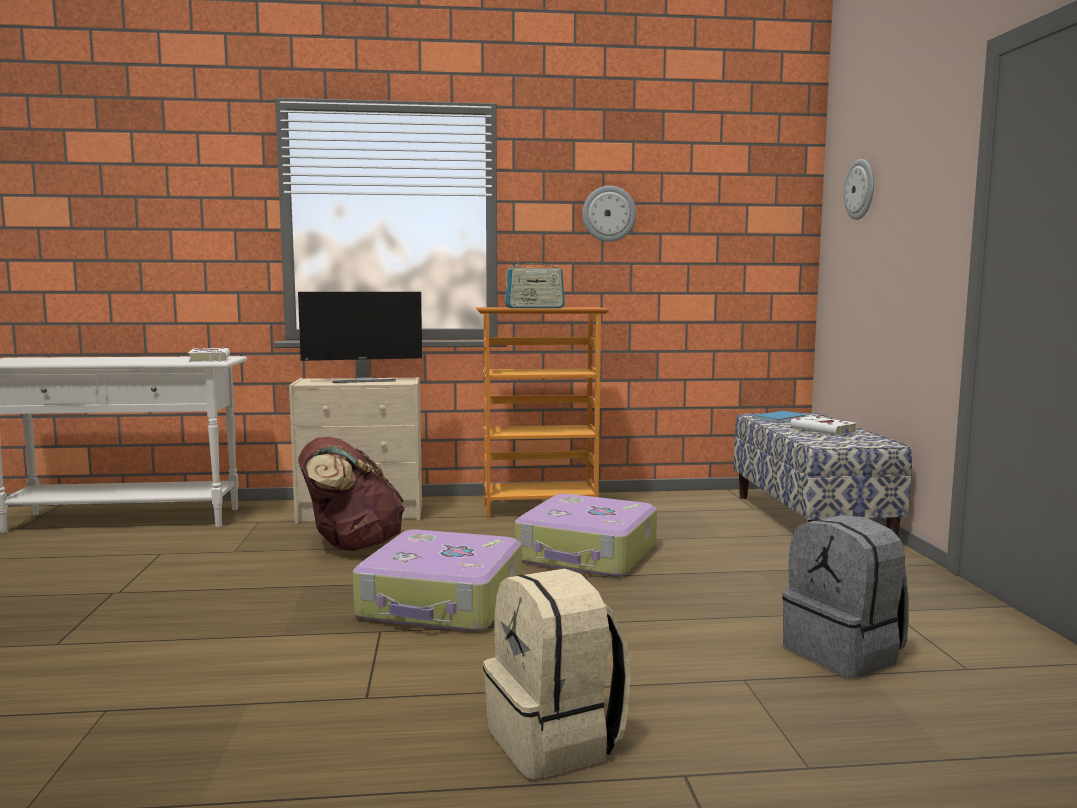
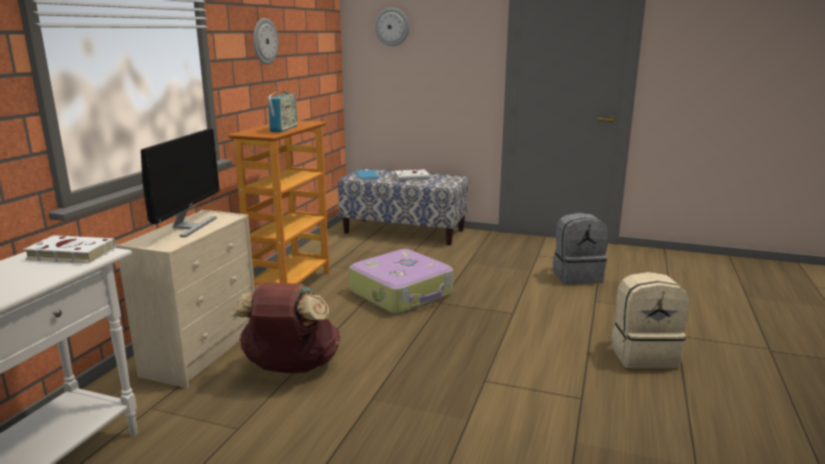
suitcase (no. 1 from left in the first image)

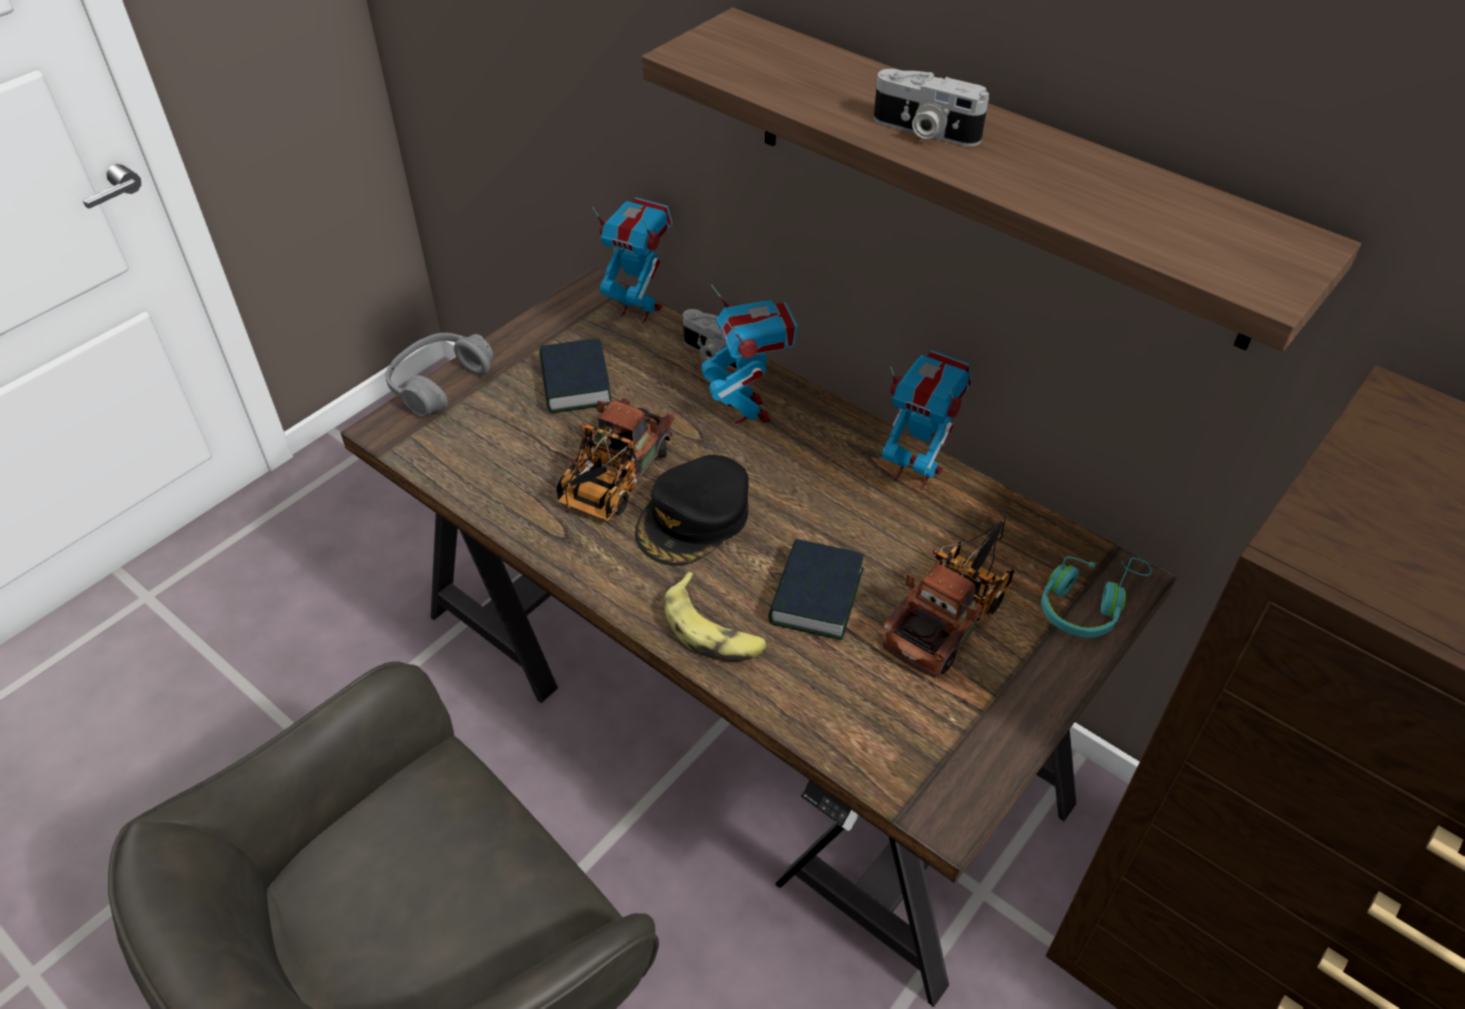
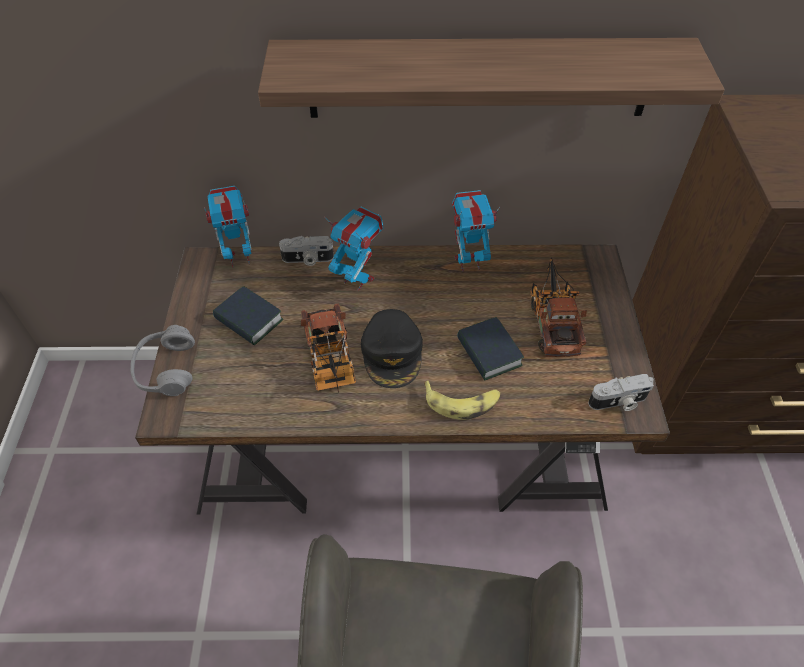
photo camera (no. 2 from left)
turquoise headphones

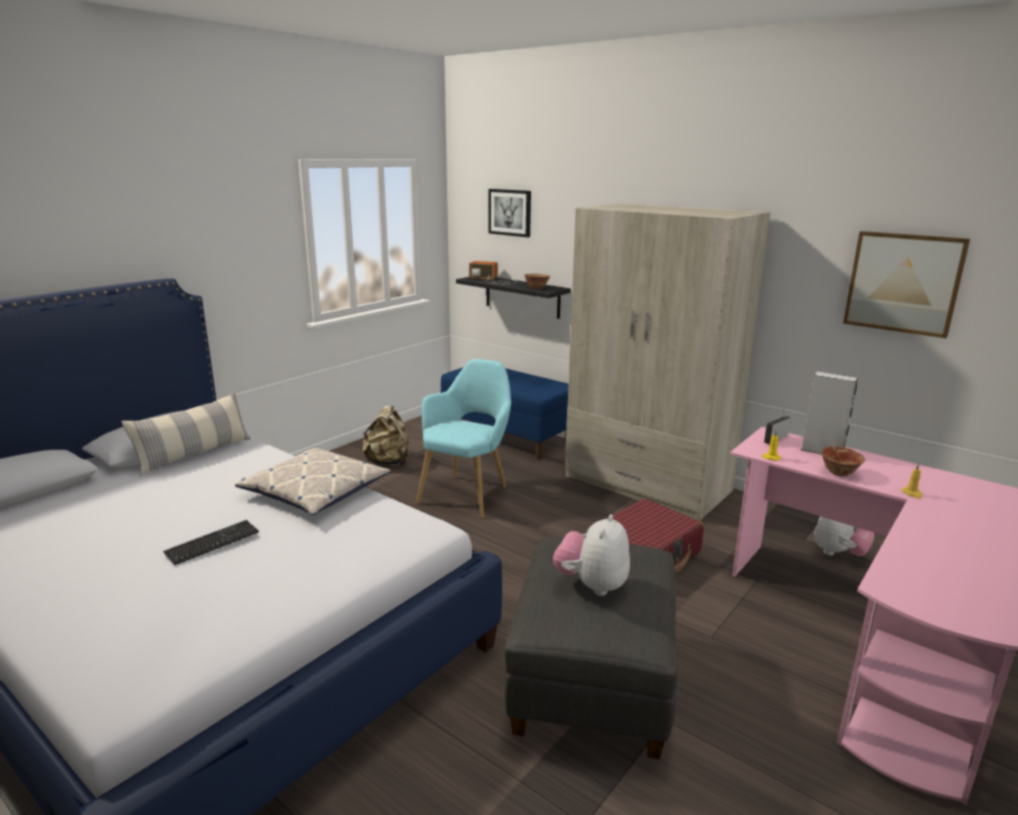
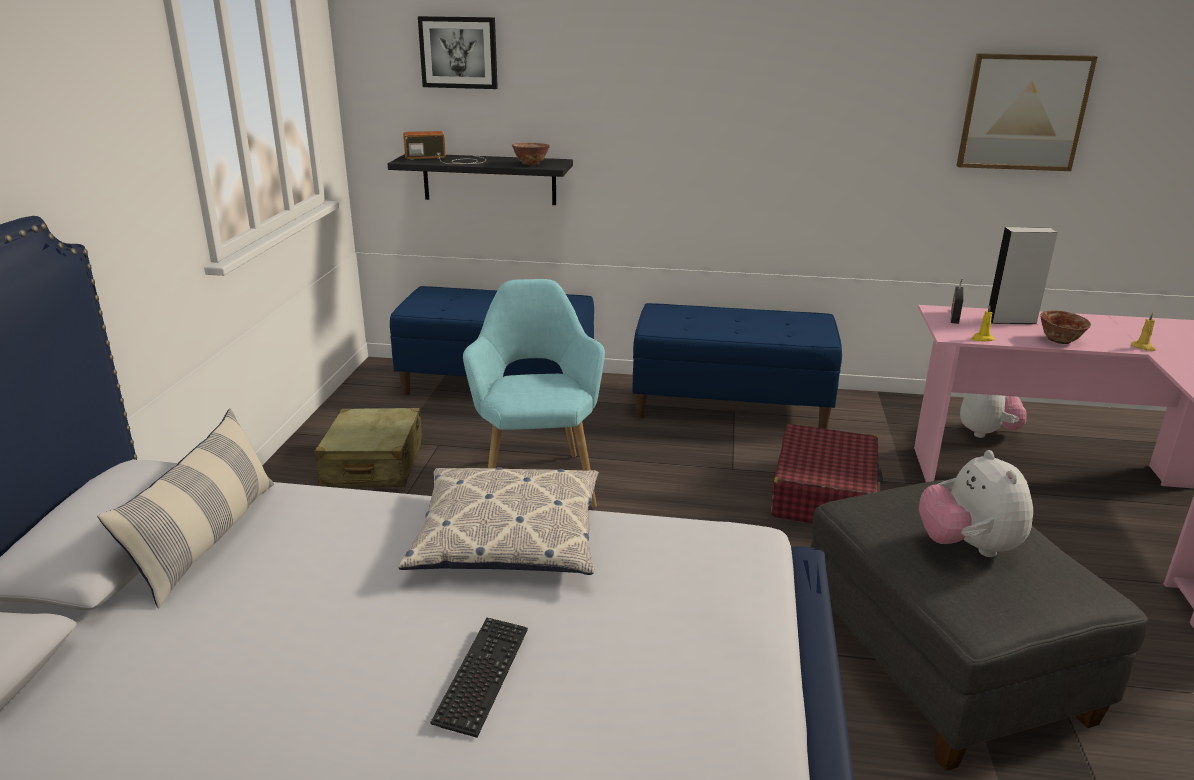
beige suitcase
blue bench (no. 2 from left)

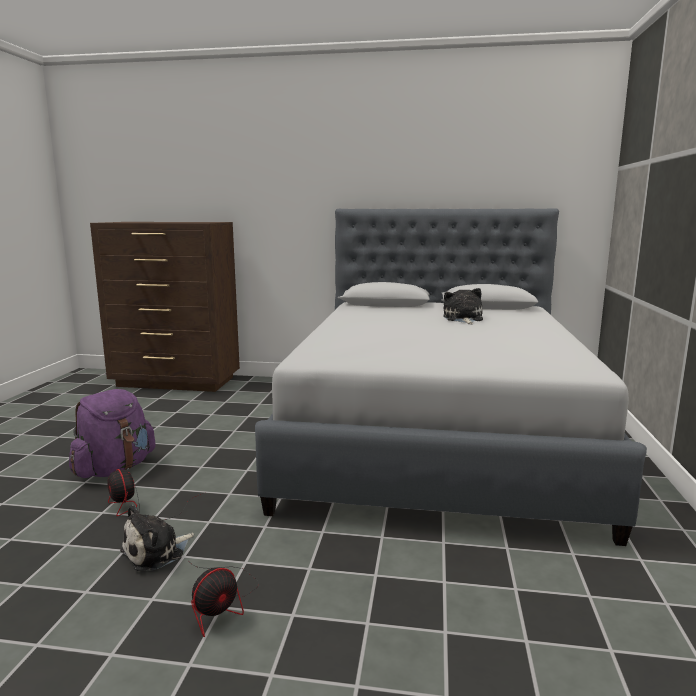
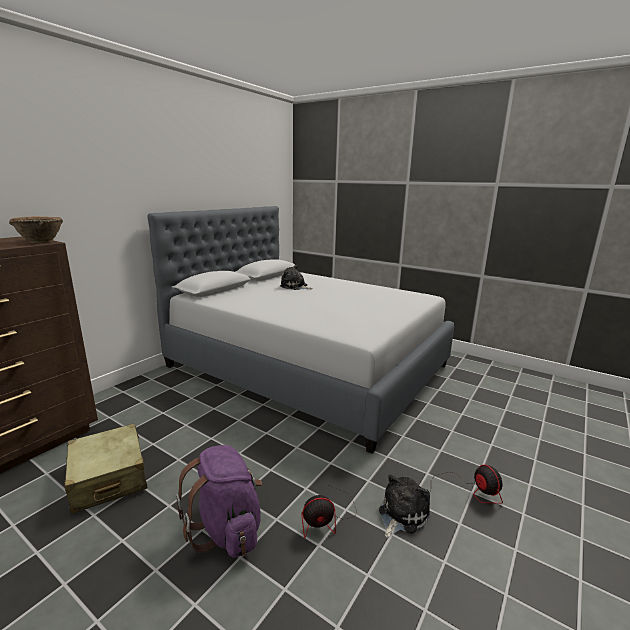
brown bowl
beige suitcase
plush toy (no. 2 from left)

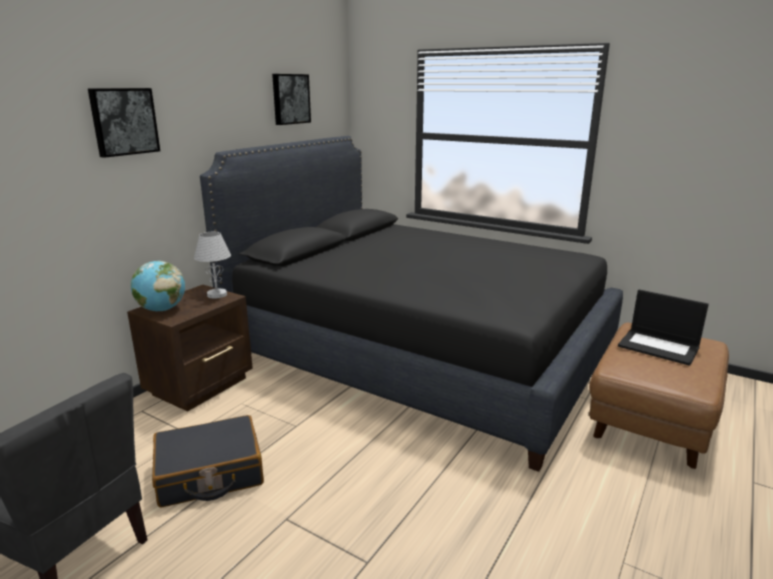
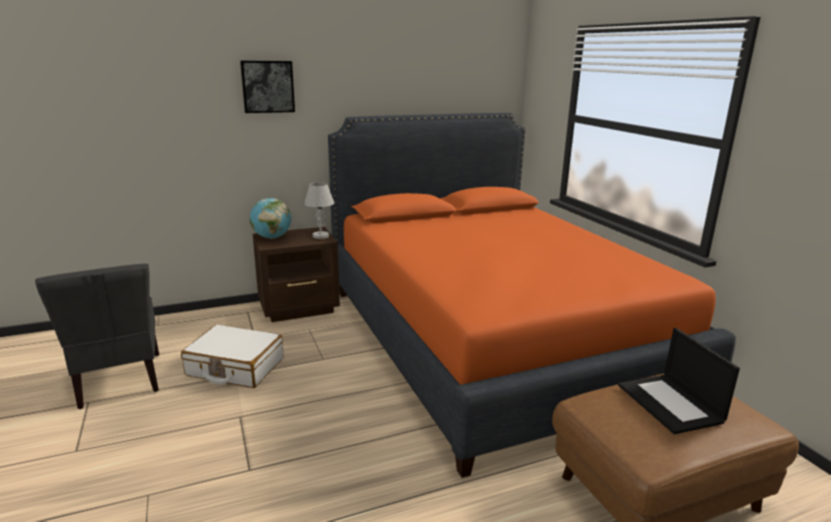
white suitcase
orange bed
picture (no. 2 from left in the first image)

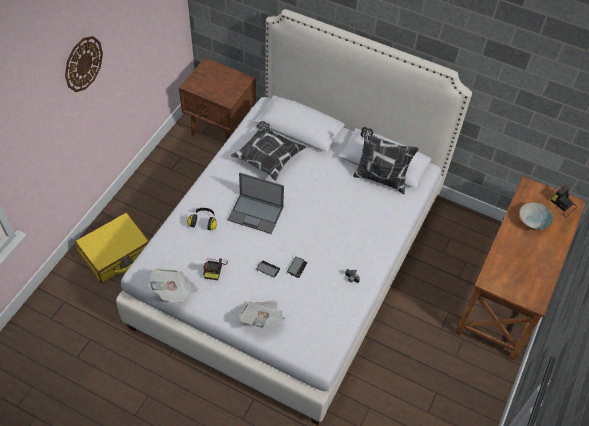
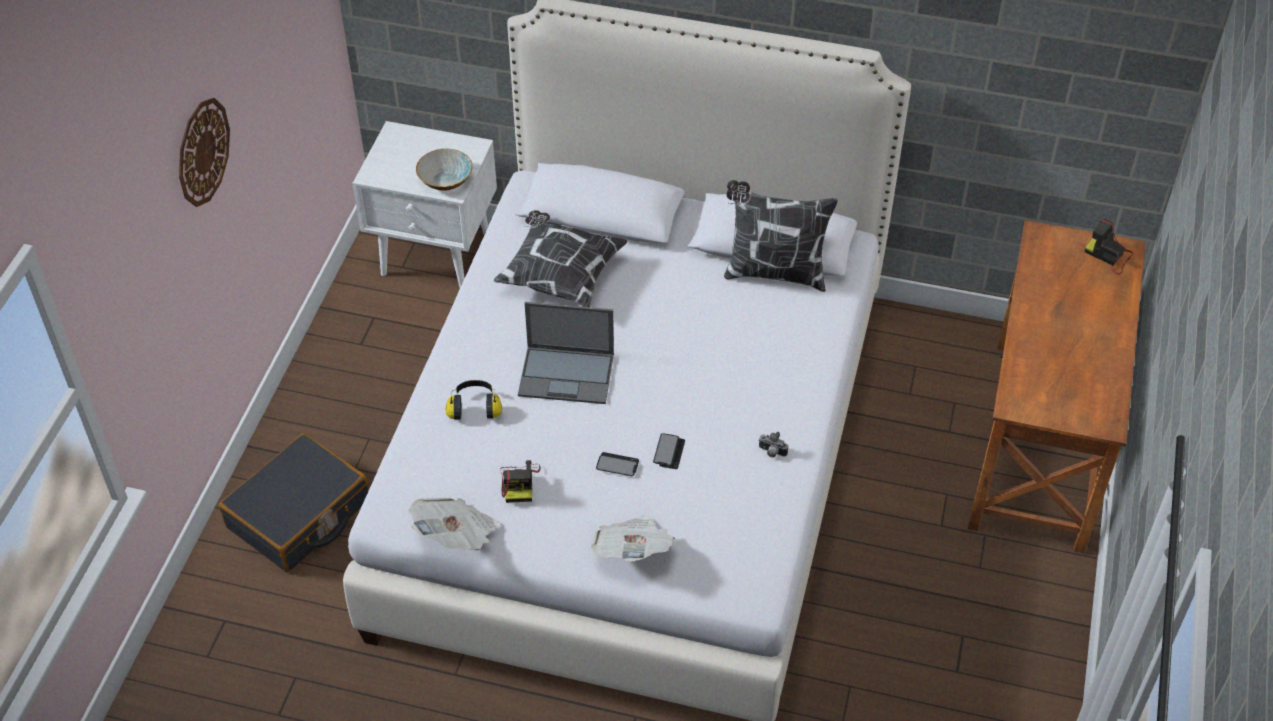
black suitcase
white nightstand
bowl

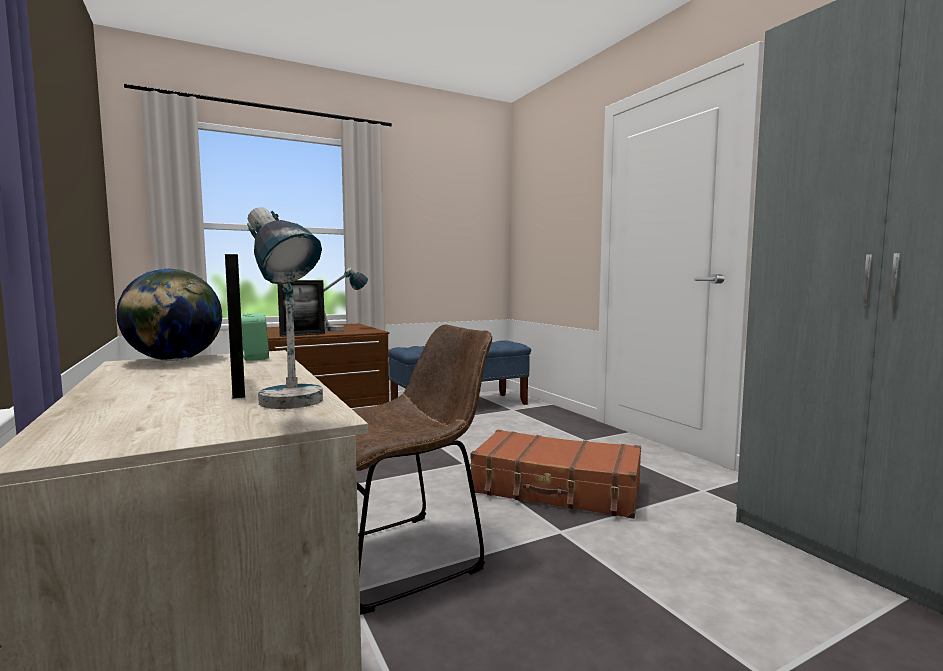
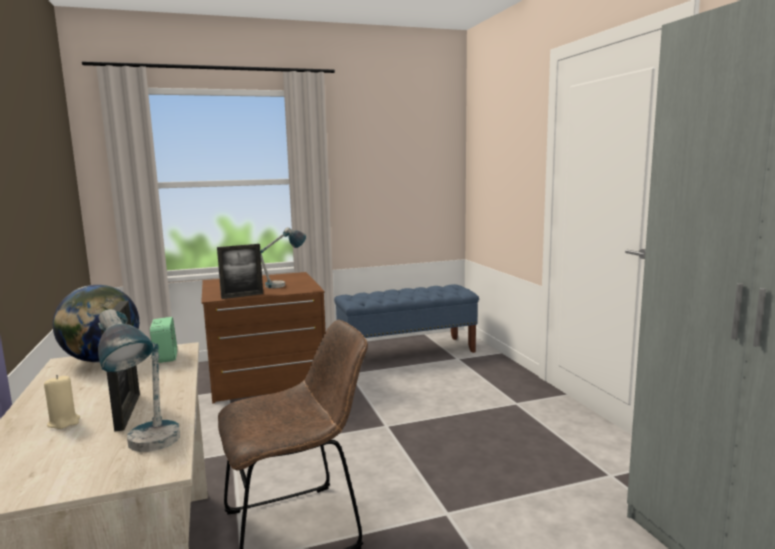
beige candle
brown suitcase

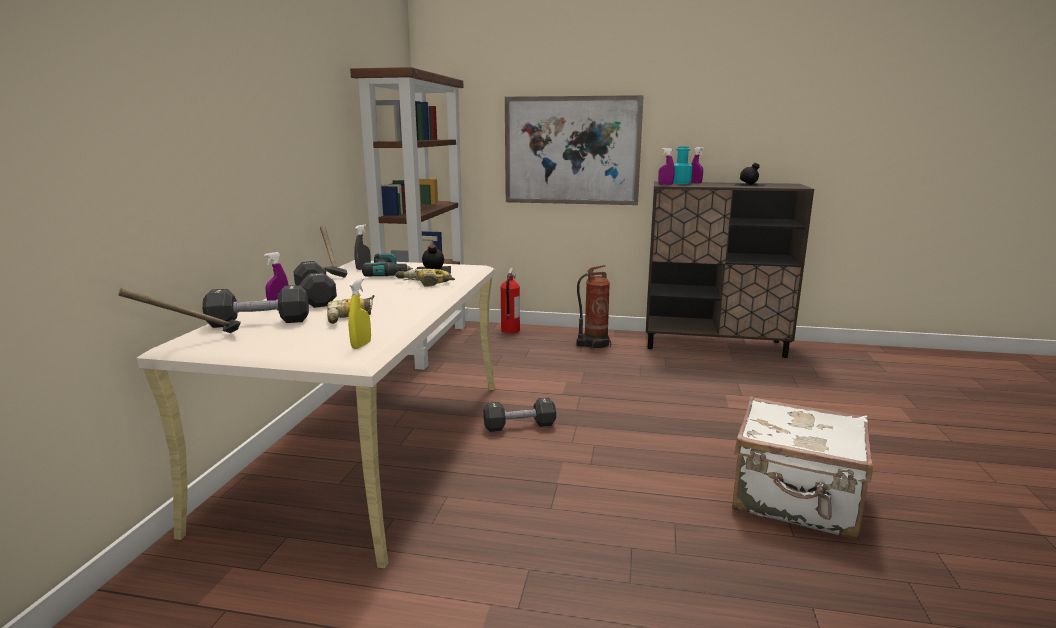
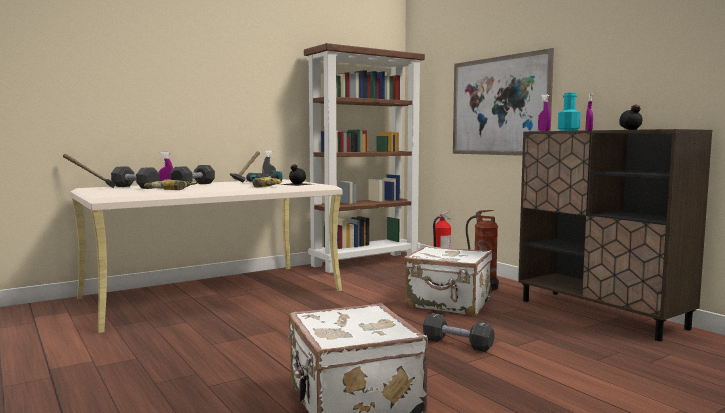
white suitcase (no. 2 from left)
black dumbbell (no. 3 from left)
yellow spray bottle

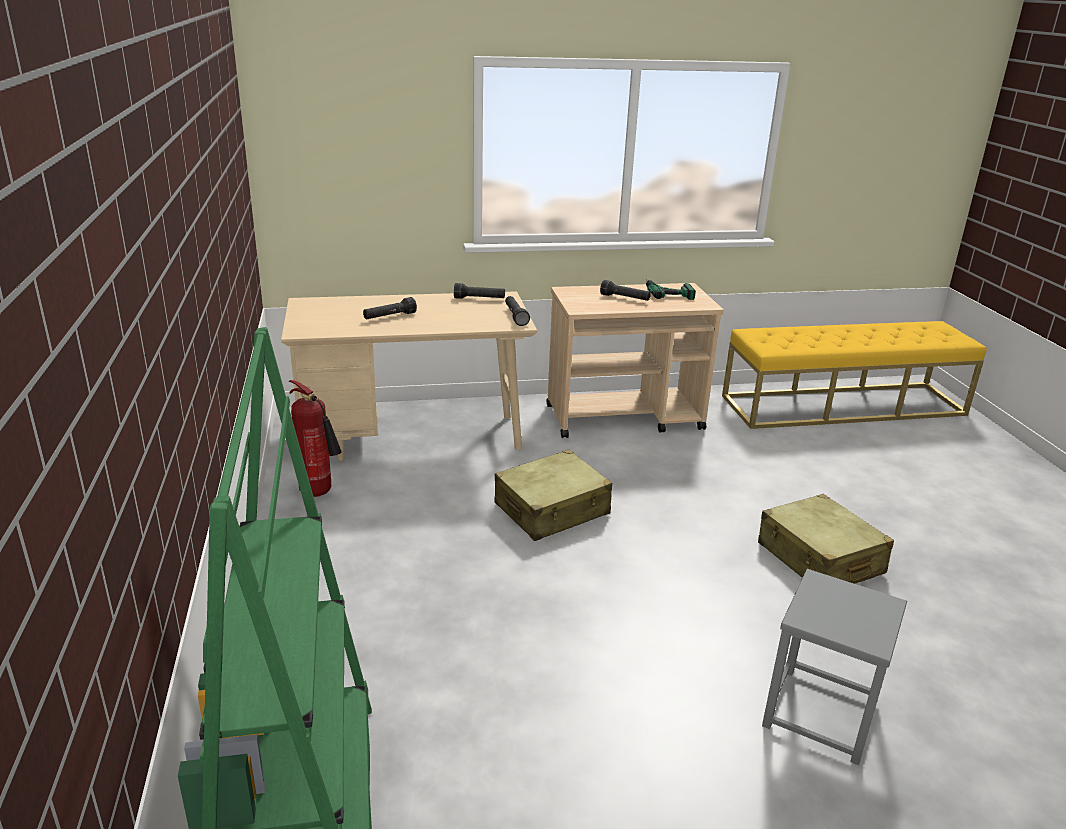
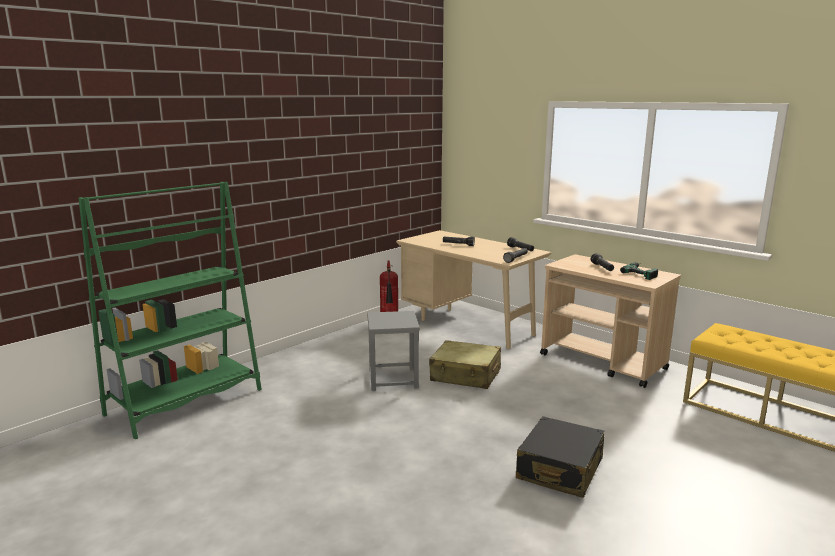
grey stool
black suitcase

